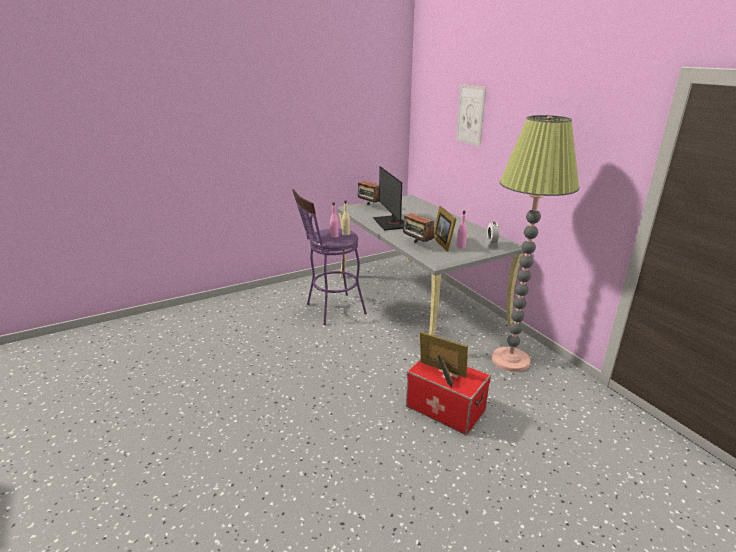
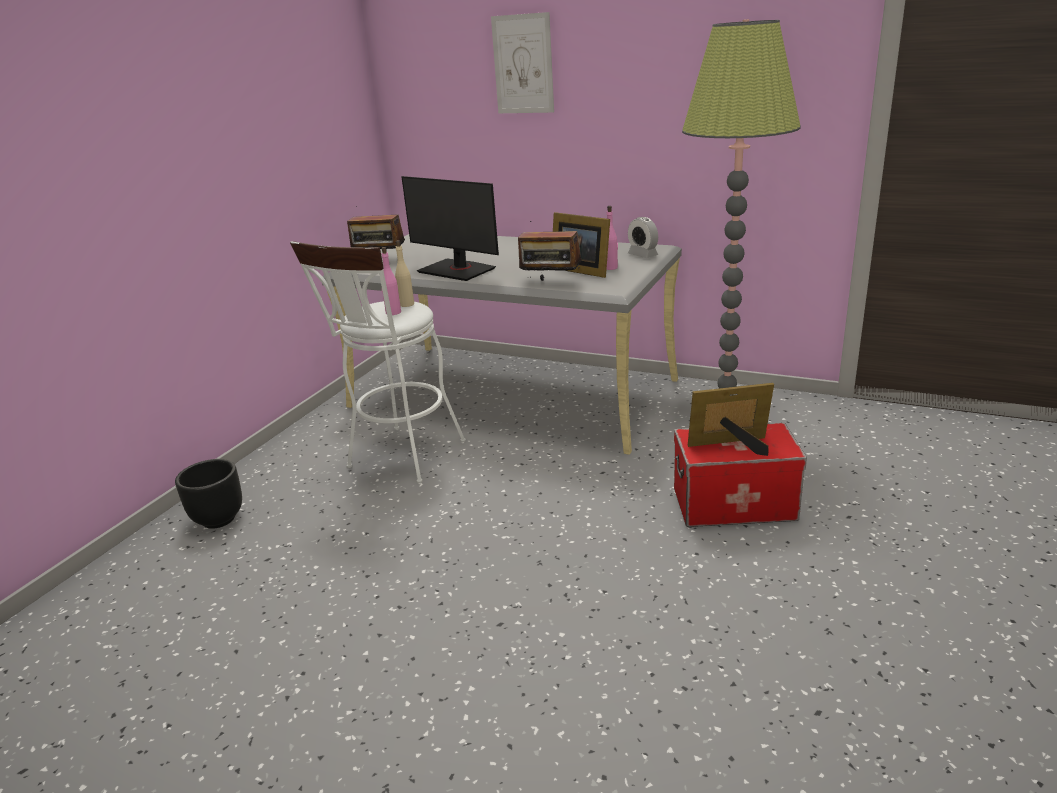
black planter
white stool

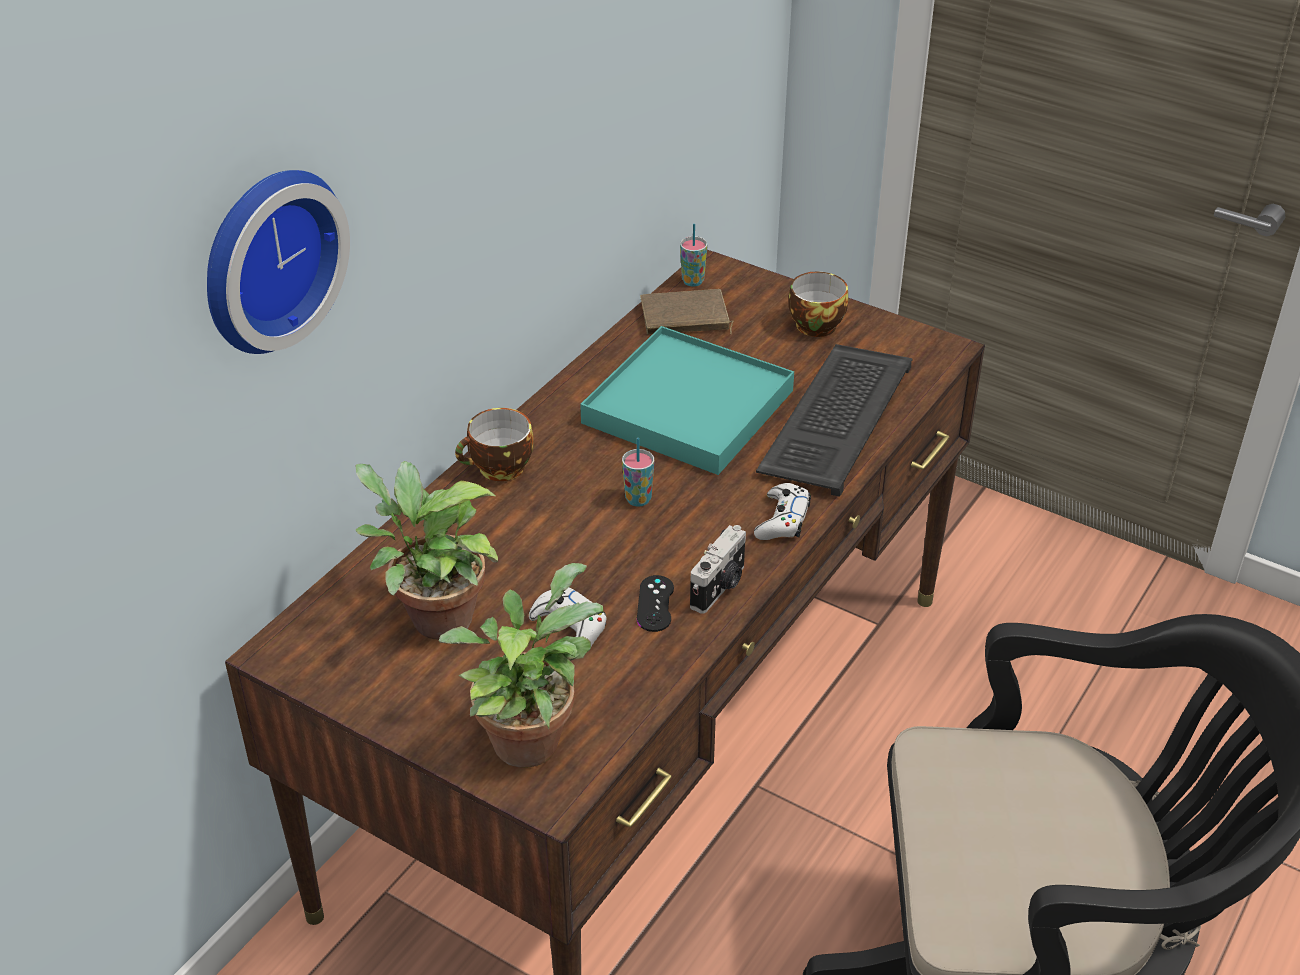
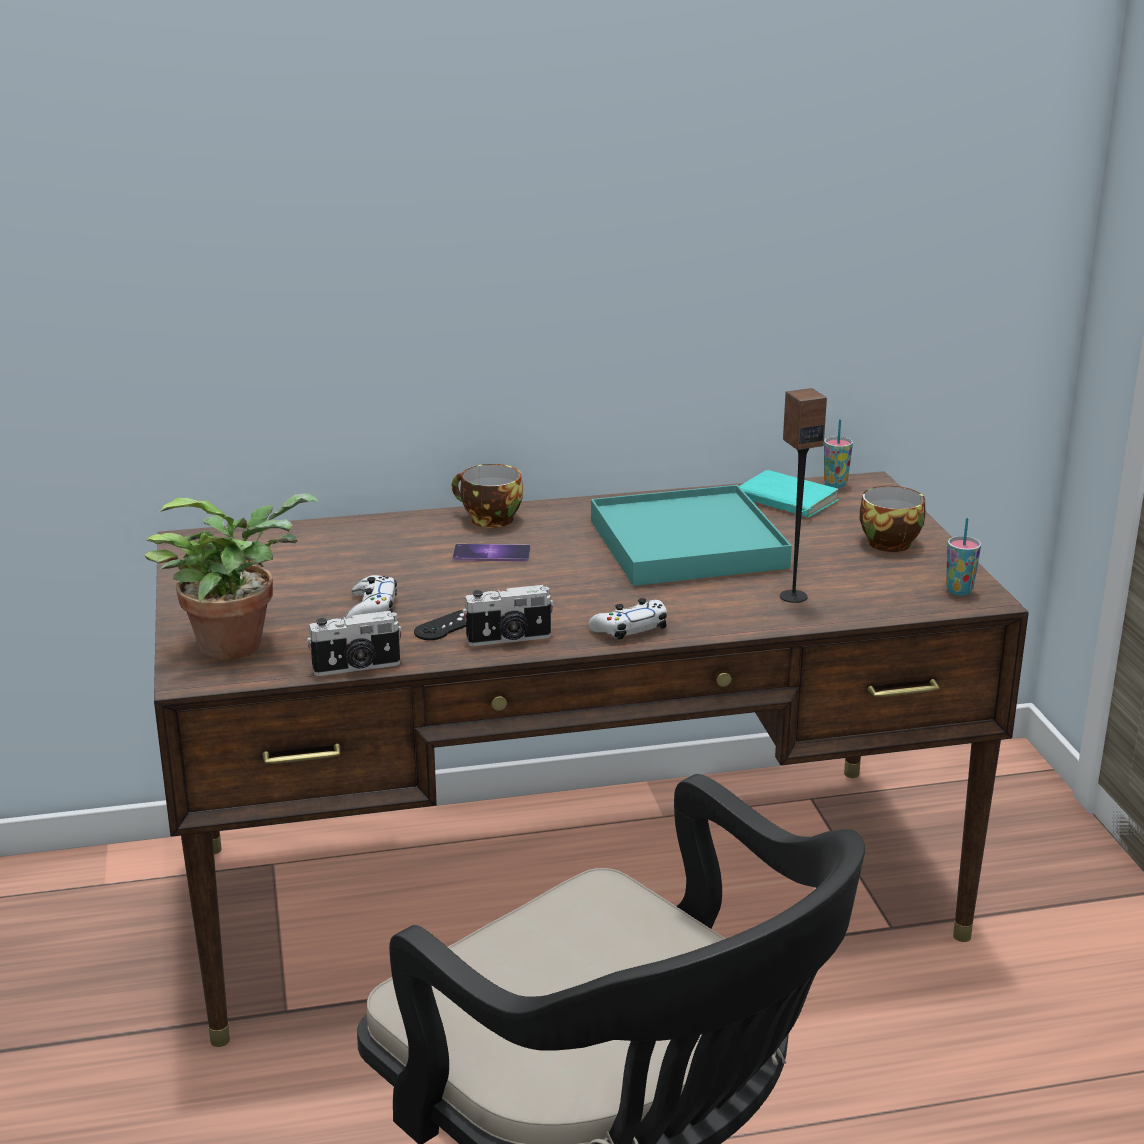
photo camera (no. 1 from left)
phone
turquoise book
speaker
cup (no. 4 from left)
wall clock
potted plant (no. 1 from left in the first image)

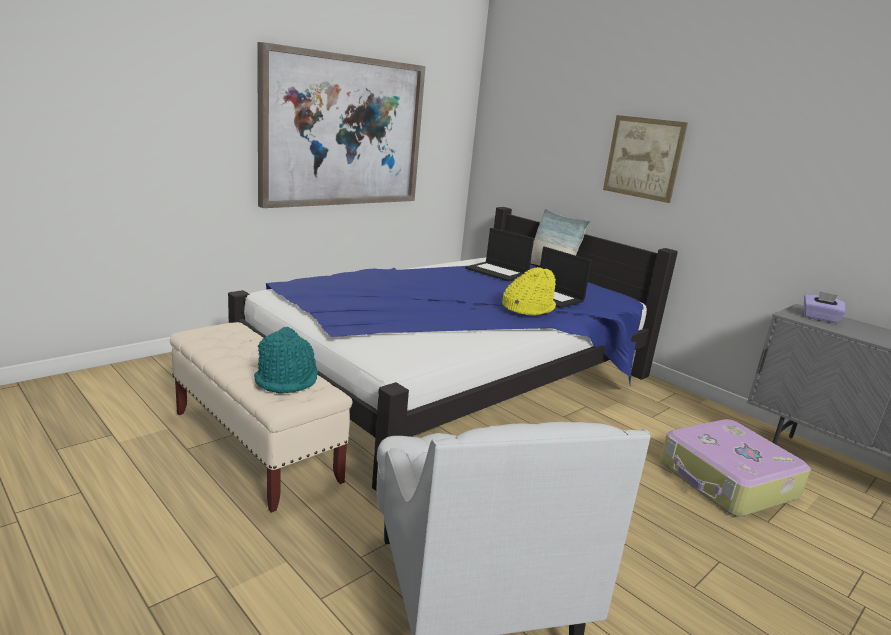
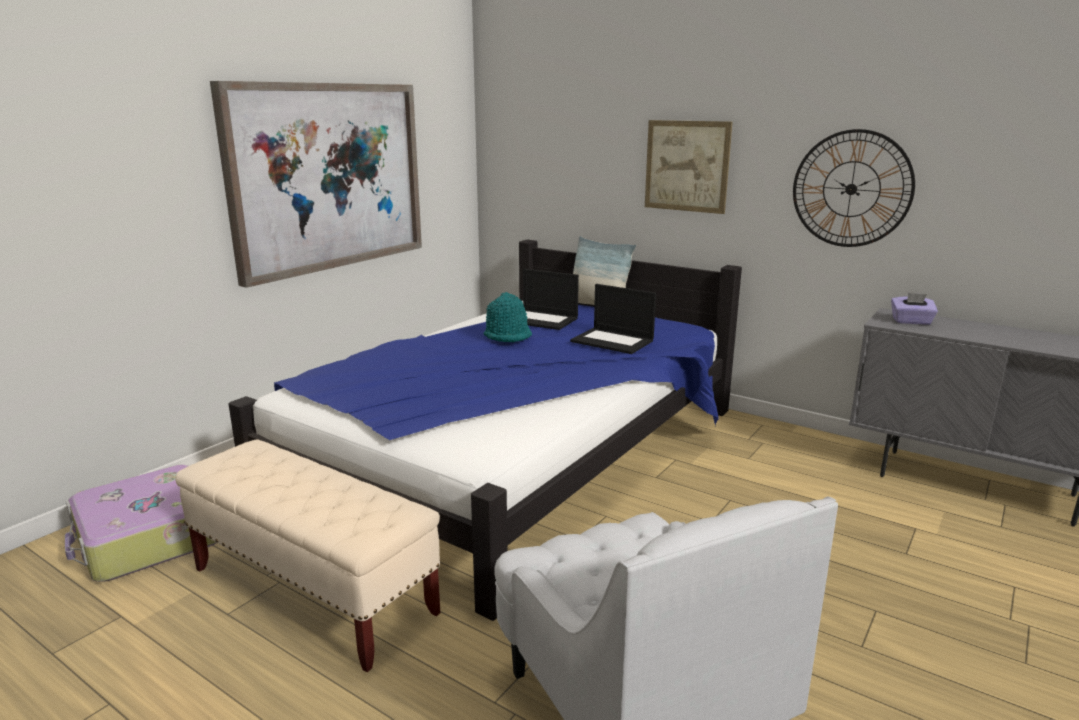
suitcase
turquoise hat
wall clock
yellow hat

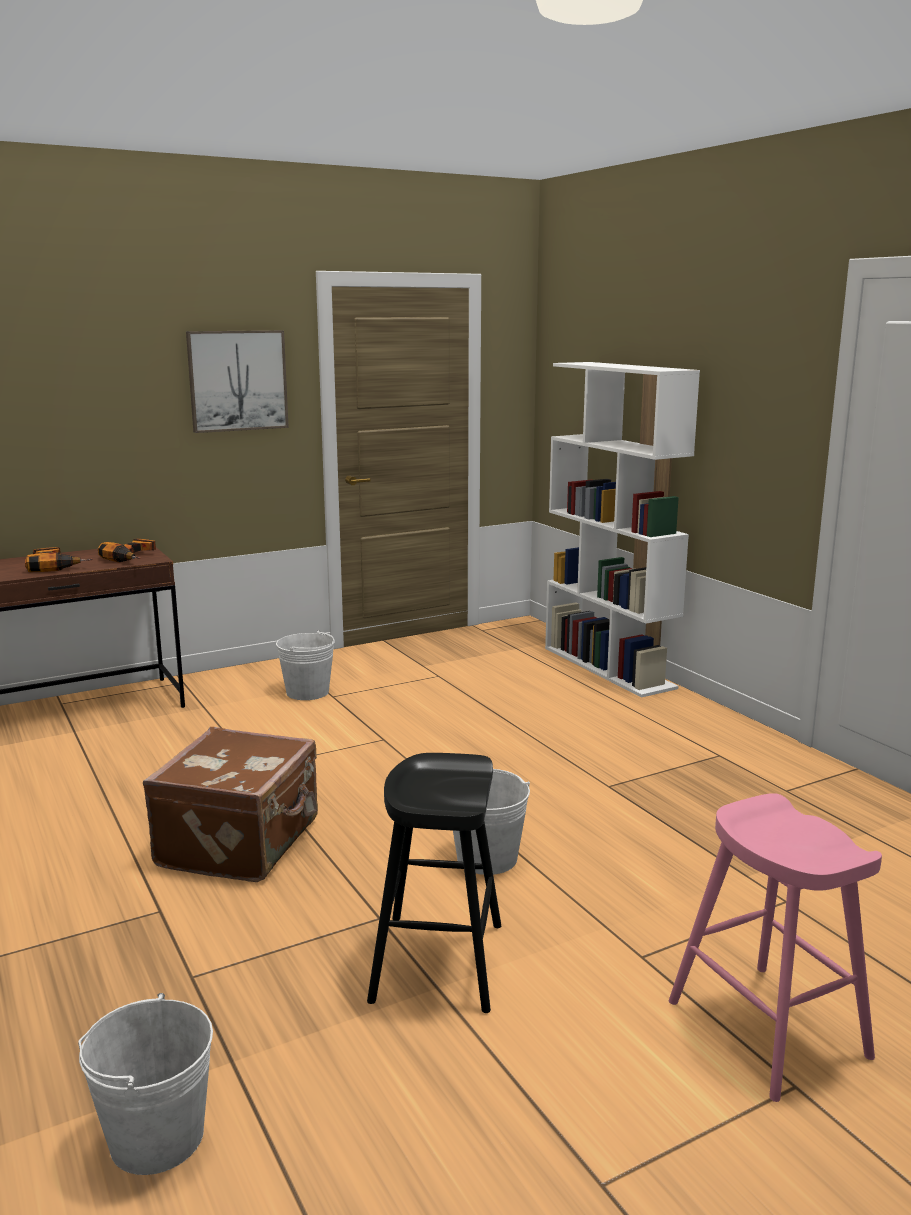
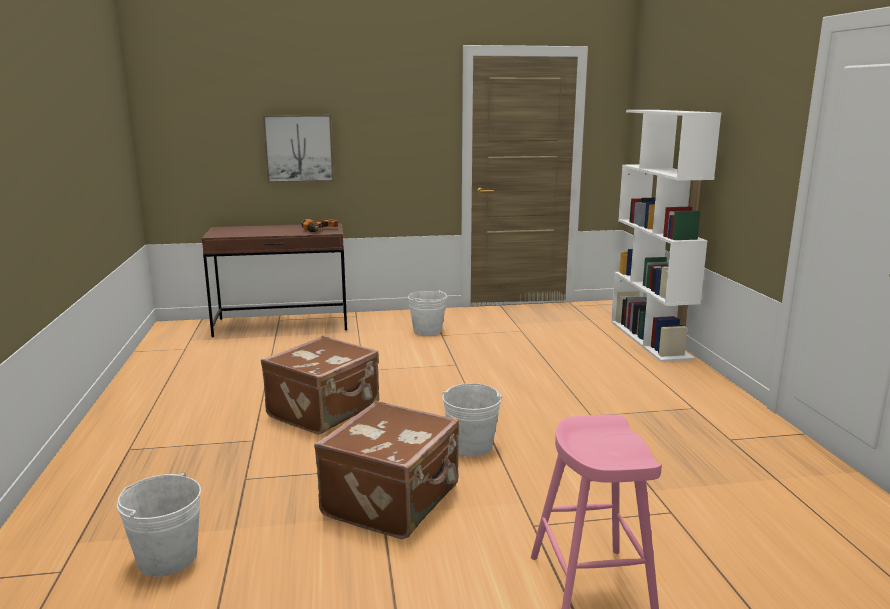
picture
brown suitcase (no. 2 from left)
power drill (no. 1 from left in the first image)

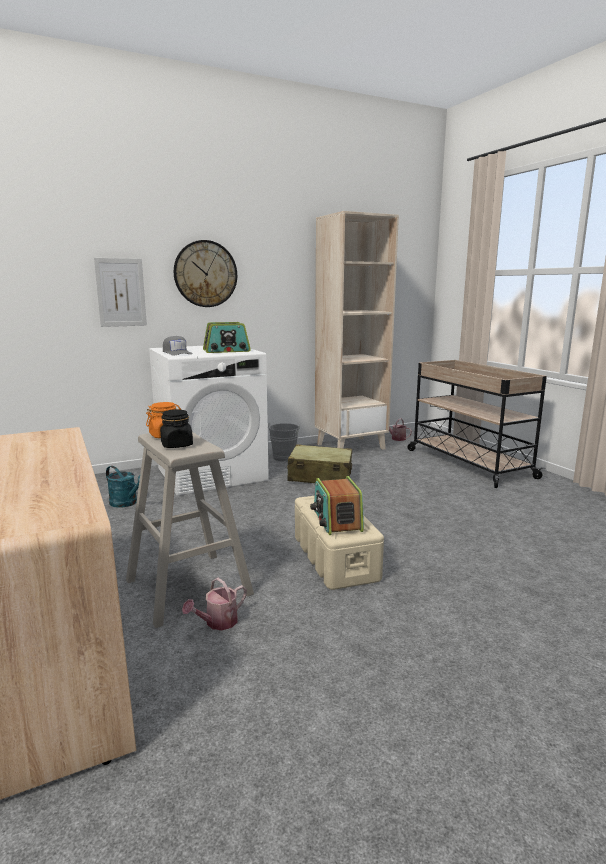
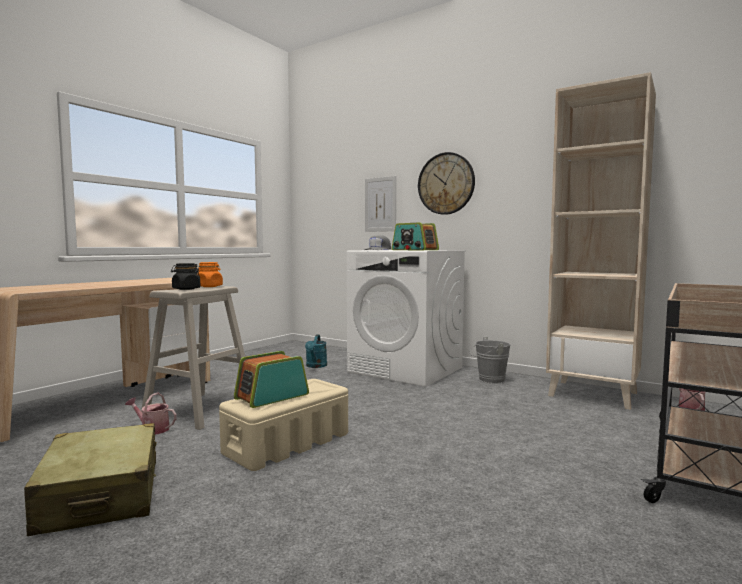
beige suitcase

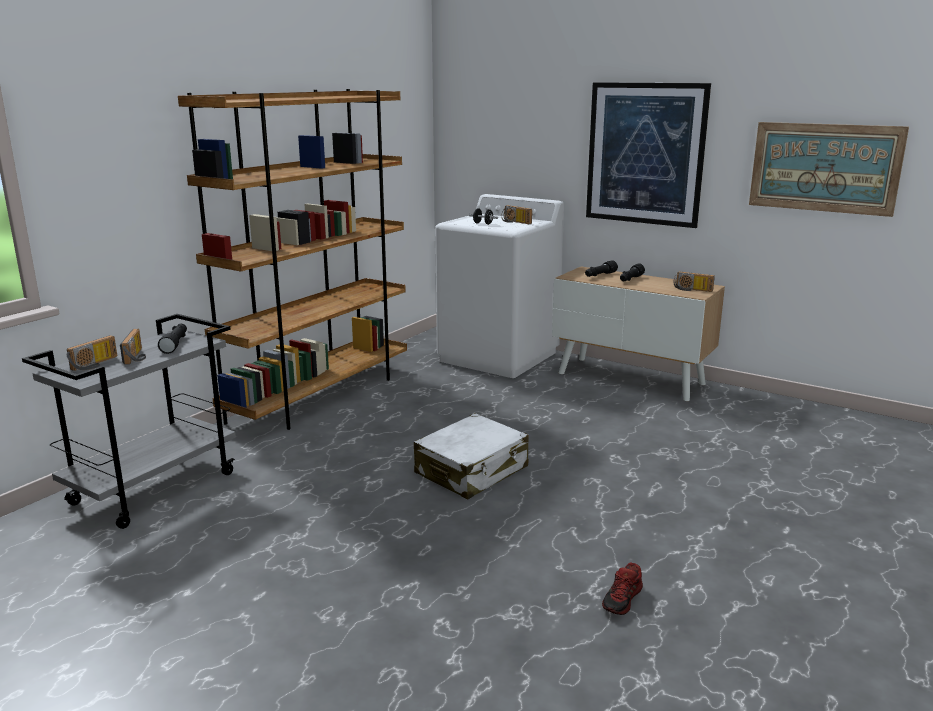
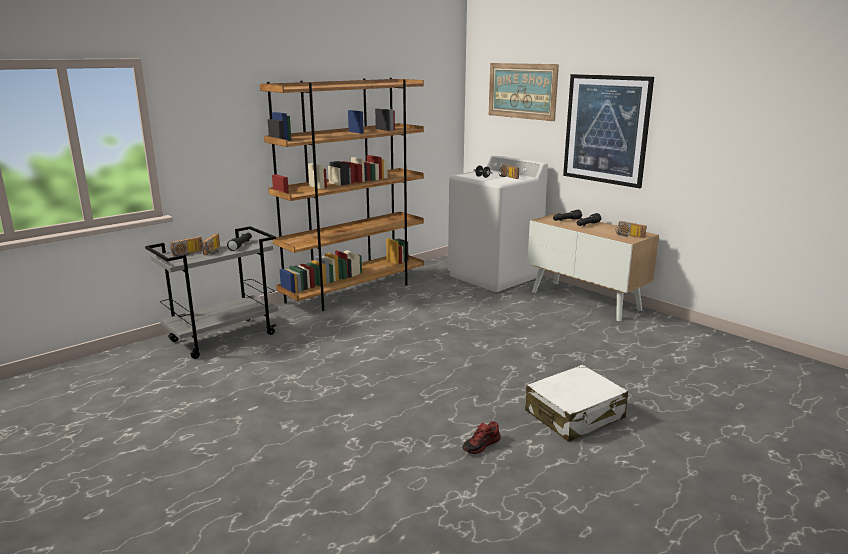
picture (no. 1 from left)
white suitcase

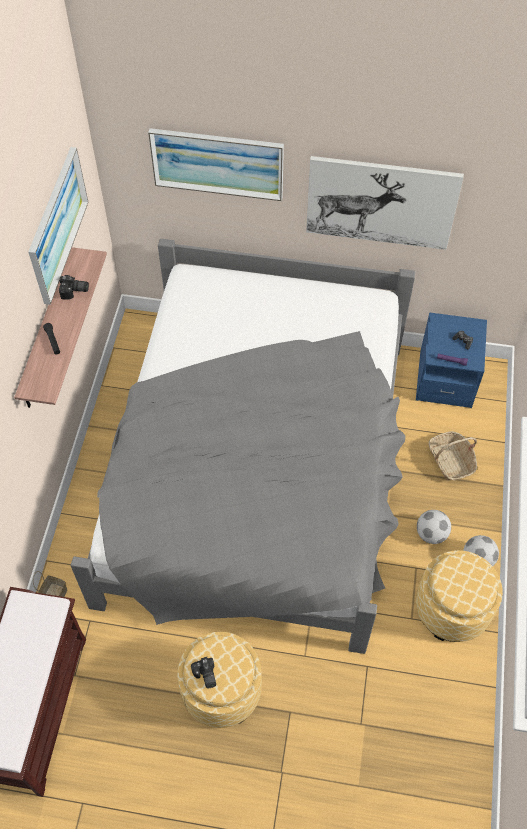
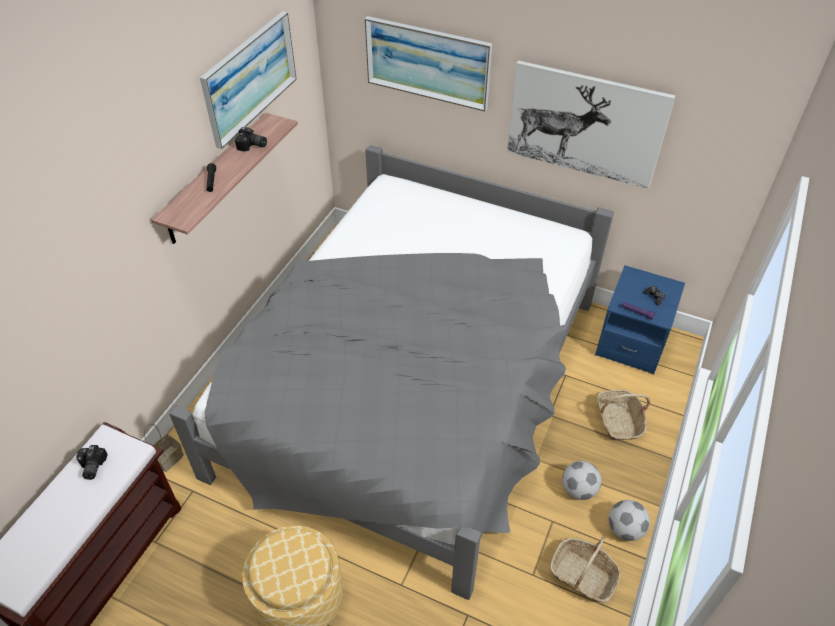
photo camera (no. 1 from left)
basket (no. 2 from left)

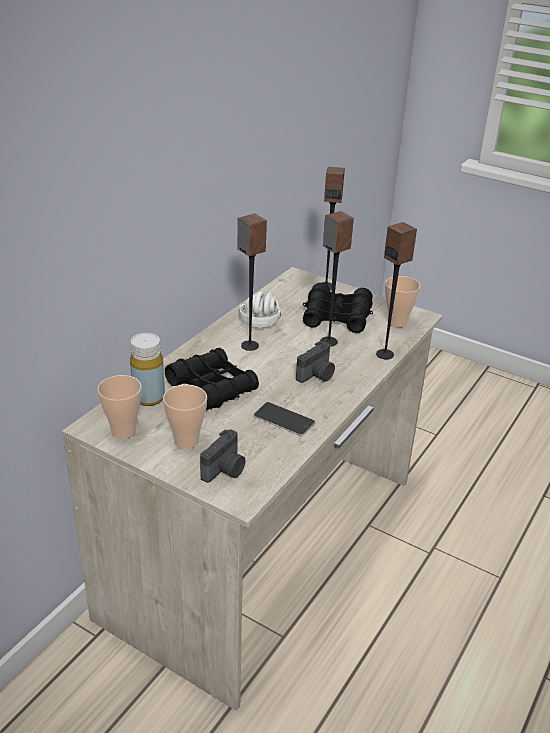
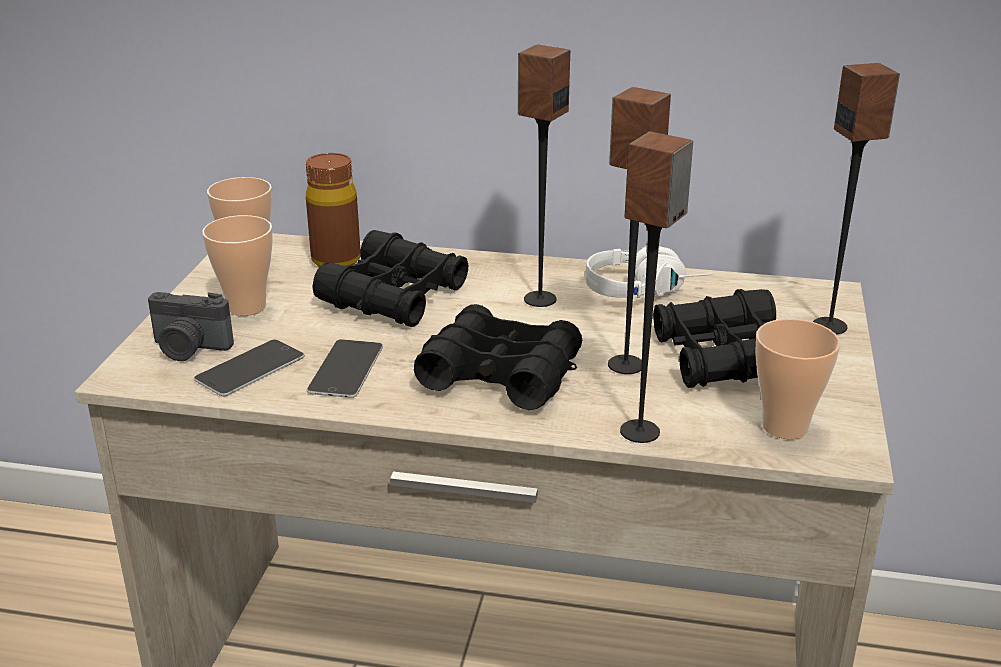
phone (no. 1 from left)
brown bottle
black binoculars (no. 2 from left)

